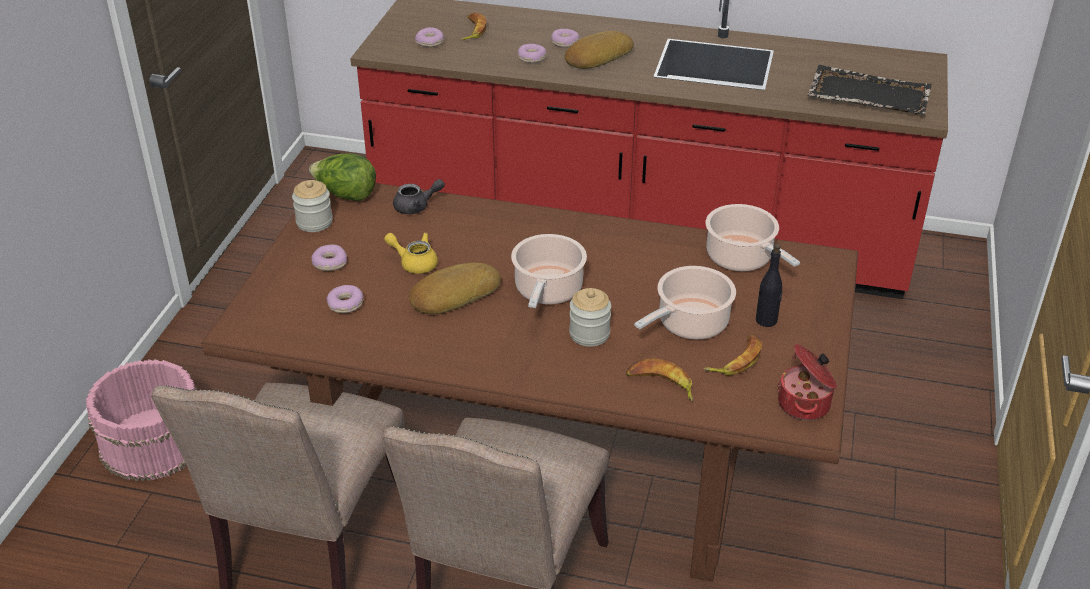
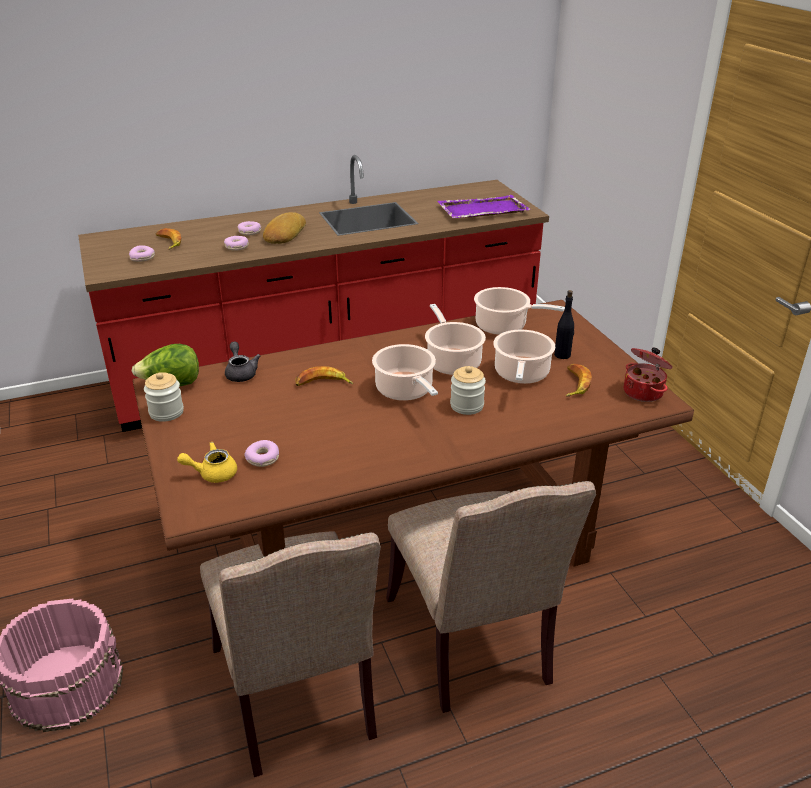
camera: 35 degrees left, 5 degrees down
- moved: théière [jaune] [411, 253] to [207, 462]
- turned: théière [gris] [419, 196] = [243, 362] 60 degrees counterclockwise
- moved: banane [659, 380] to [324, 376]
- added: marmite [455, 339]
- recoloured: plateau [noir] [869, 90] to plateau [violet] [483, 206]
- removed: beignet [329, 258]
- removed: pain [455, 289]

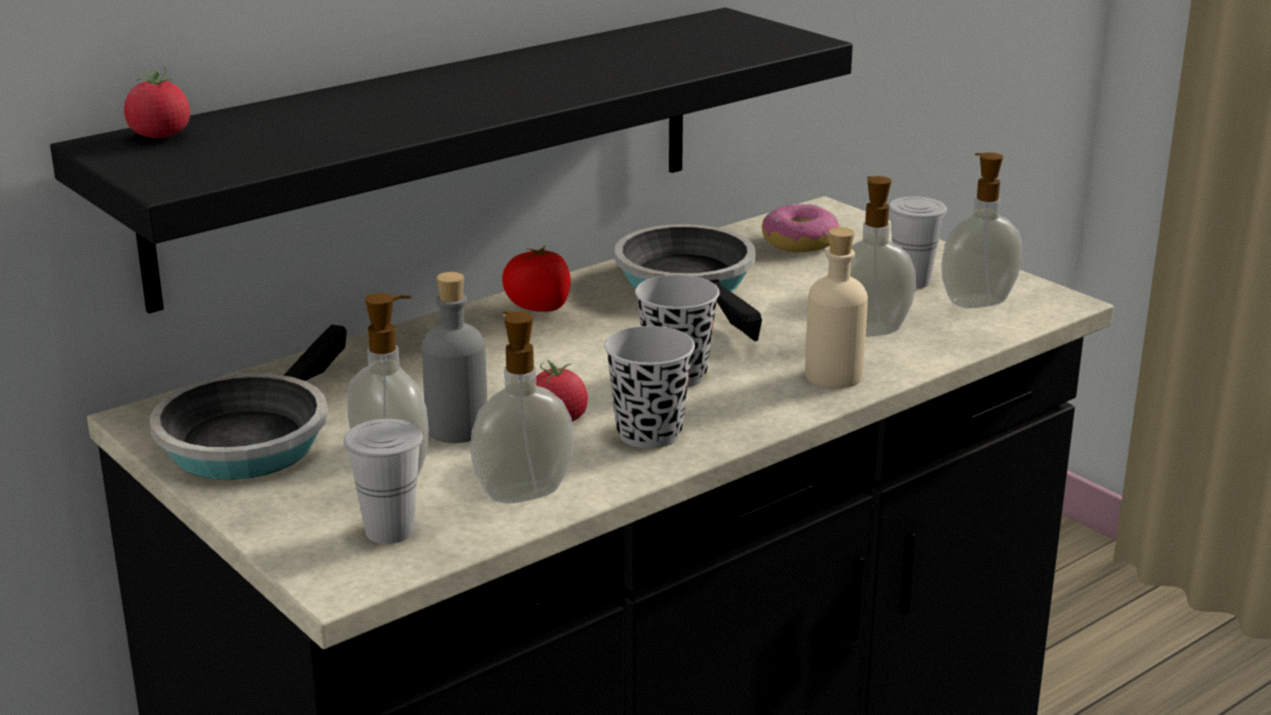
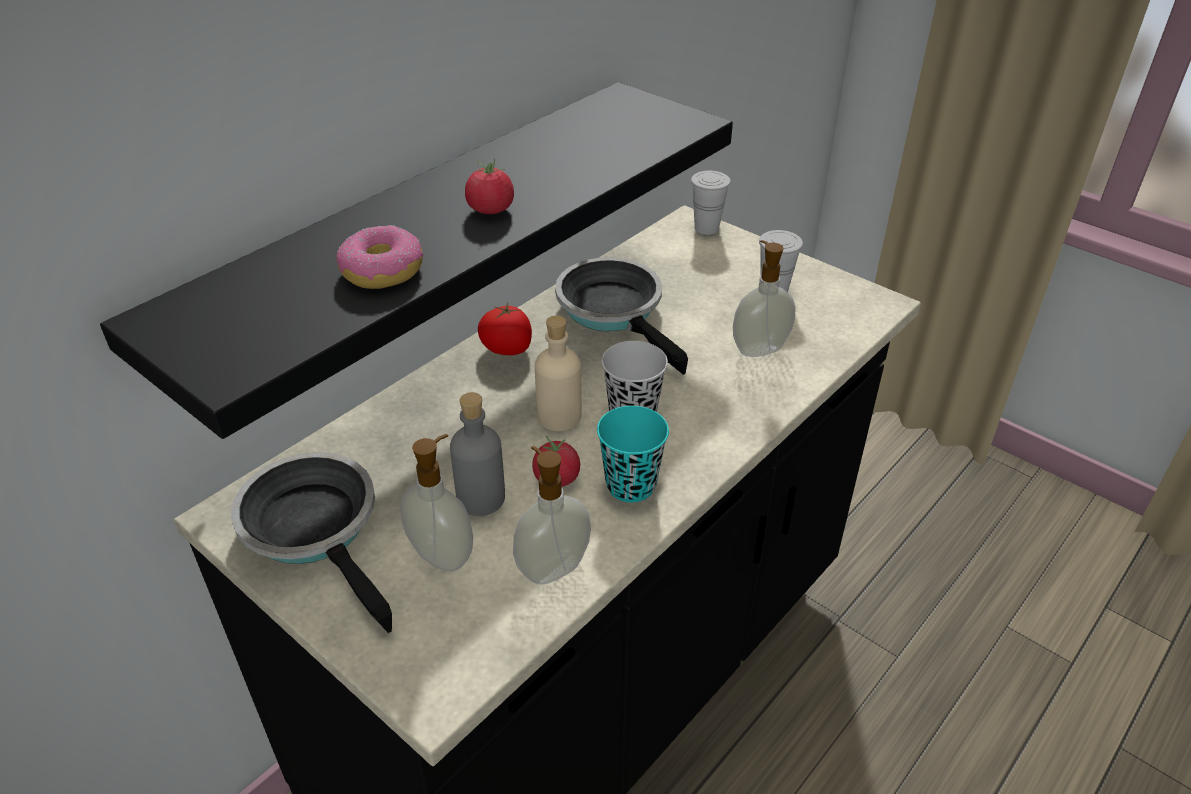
camera: 10 degrees left, 15 degrees up
- turned: poêle [248, 402] = [311, 542] 135 degrees clockwise
- moved: beignet [800, 228] to [379, 257]
- moved: tomate [157, 102] to [489, 186]
- moved: bouteille [beige] [836, 307] to [558, 373]
- recoloured: tasse [noir] [649, 387] to tasse [turquoise] [633, 454]
- moved: tasse [blanc] [383, 481] to [711, 203]
- removed: distributeur de savon [981, 230]

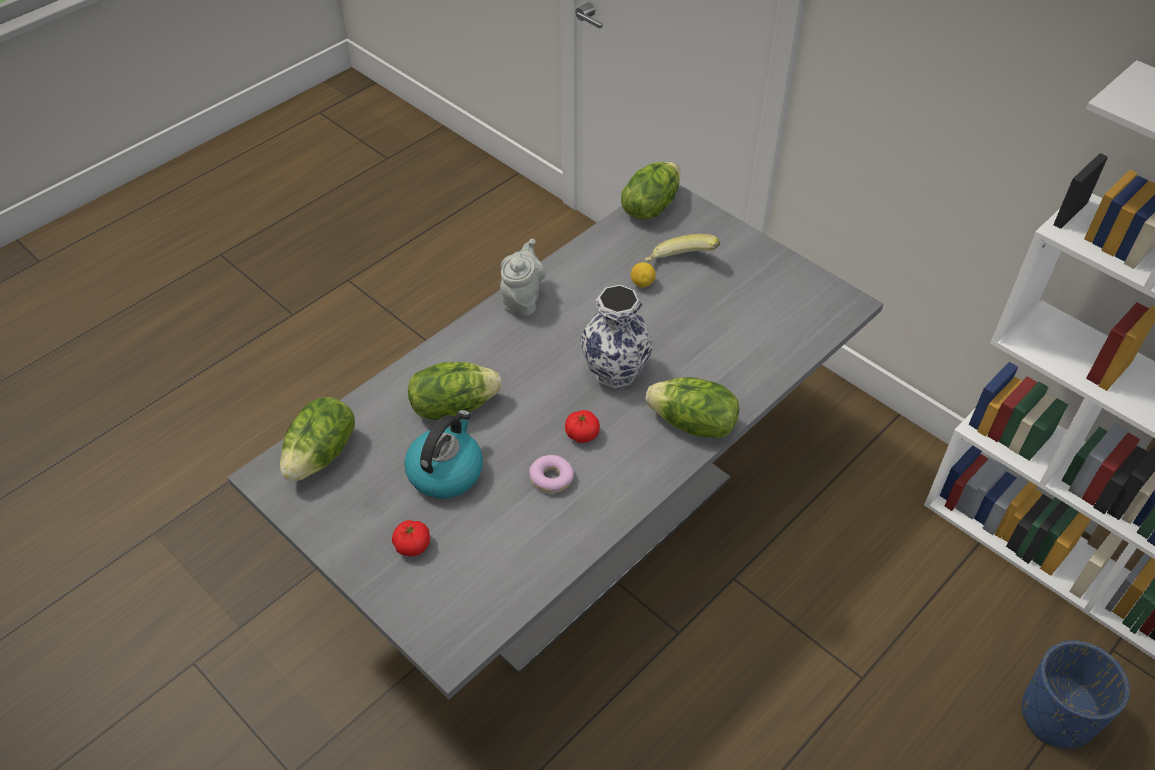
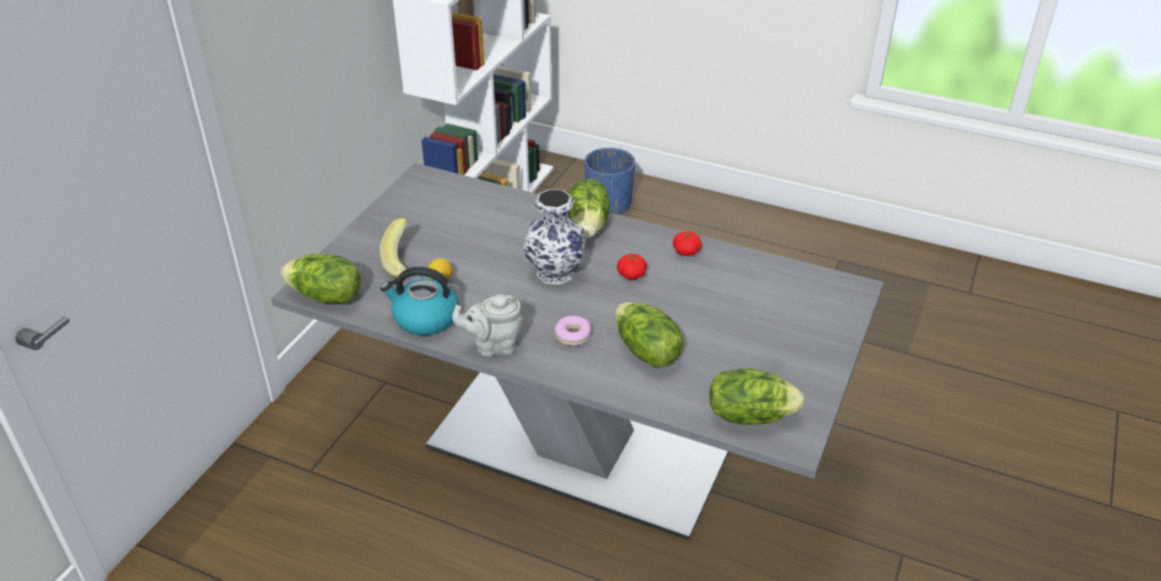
camera: 110 degrees left, 10 degrees down
- moved: bouilloire [443, 454] to [419, 301]
- moved: beignet [551, 474] to [573, 331]
- moved: tomate [411, 538] to [687, 243]

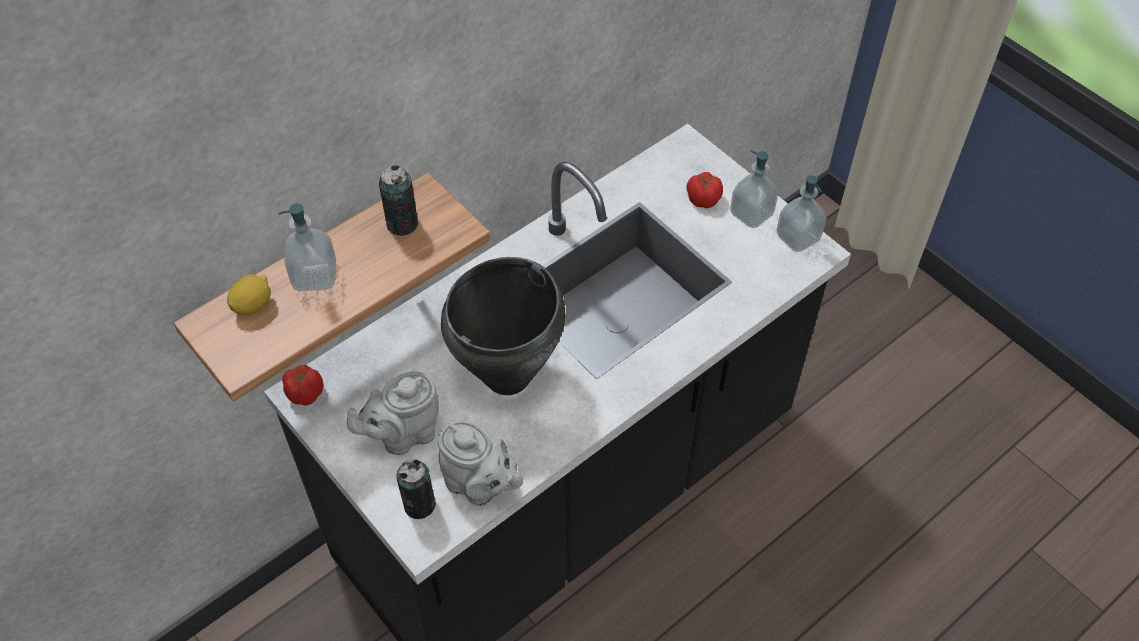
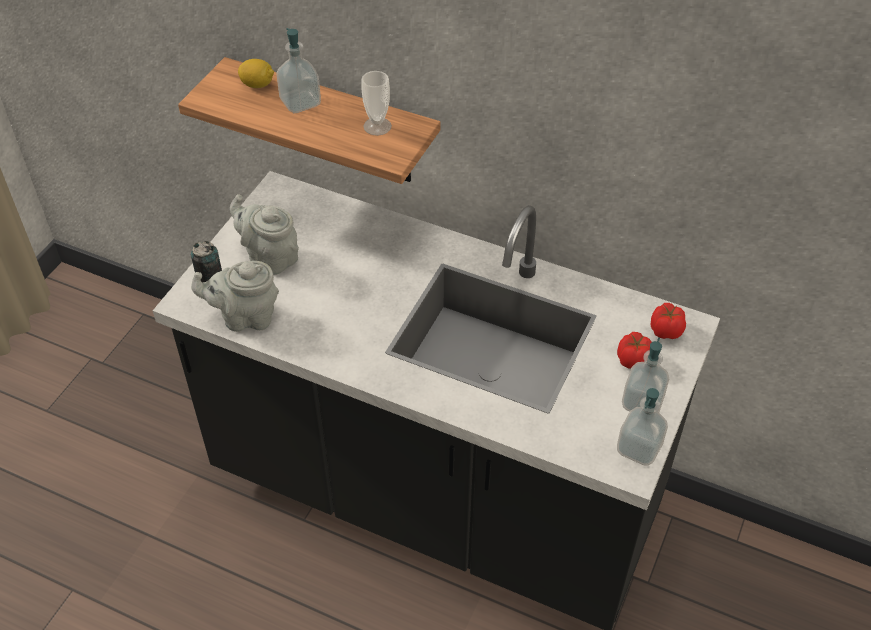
camera: 65 degrees right, 5 degrees down
- turned: théière [gris] [480, 463] = [235, 296] 75 degrees clockwise
- replaced: boîte métallique [398, 200] to tasse [376, 103]
- moved: tomate [303, 385] to [668, 321]
- removed: marmite [noir] [503, 326]

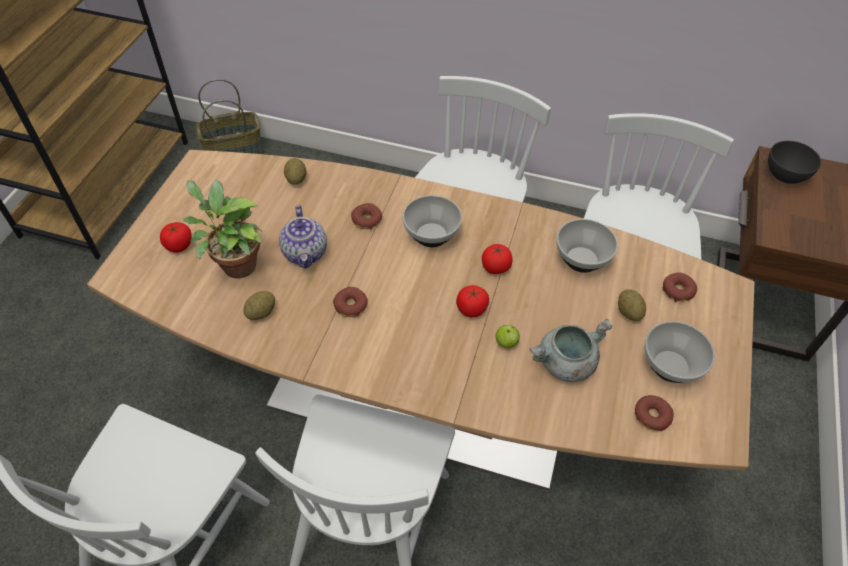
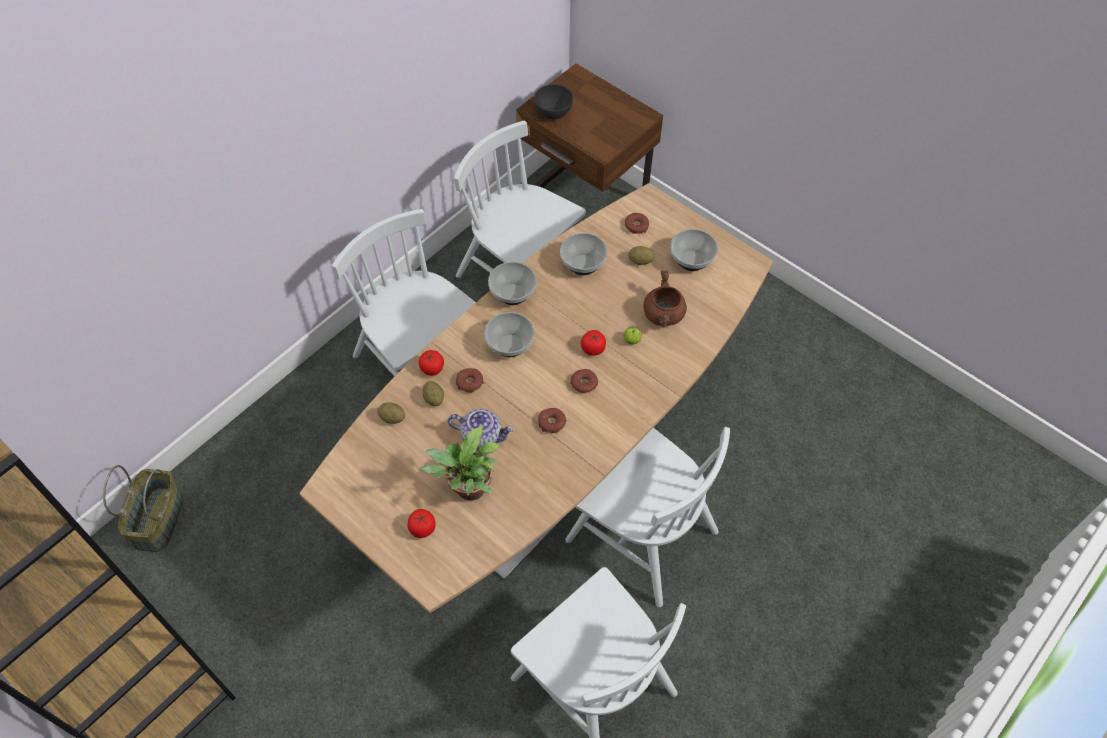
camera: 65 degrees left, 5 degrees up
- moved: tomate [497, 259] to [431, 363]
- moved: pomme de terre [259, 305] to [433, 393]
- added: bol [512, 283]
- moved: beignet [654, 413] to [584, 381]
- recoloured: marmite [gris] [571, 350] to marmite [marron] [665, 298]

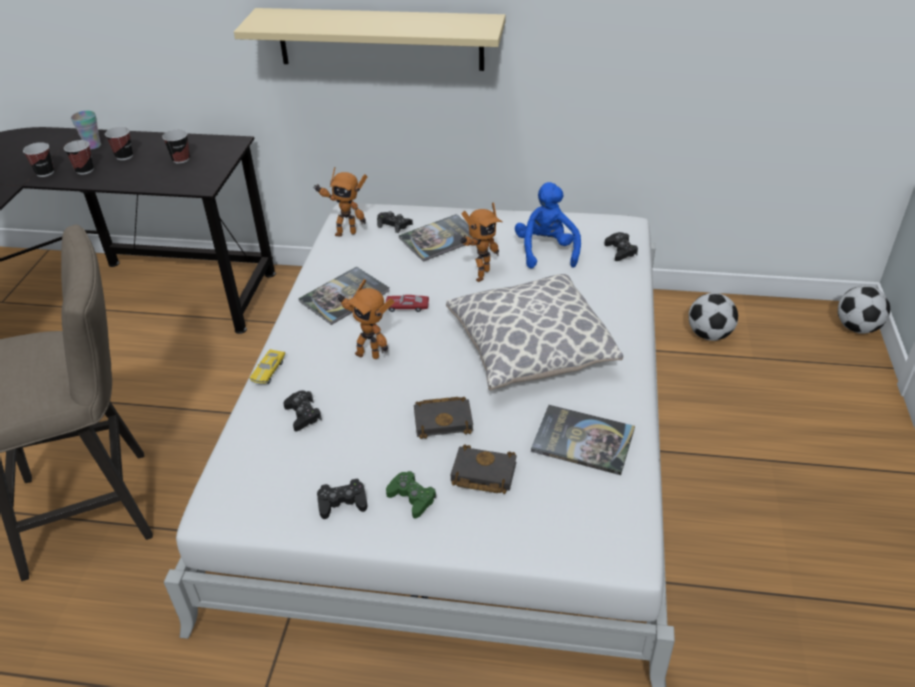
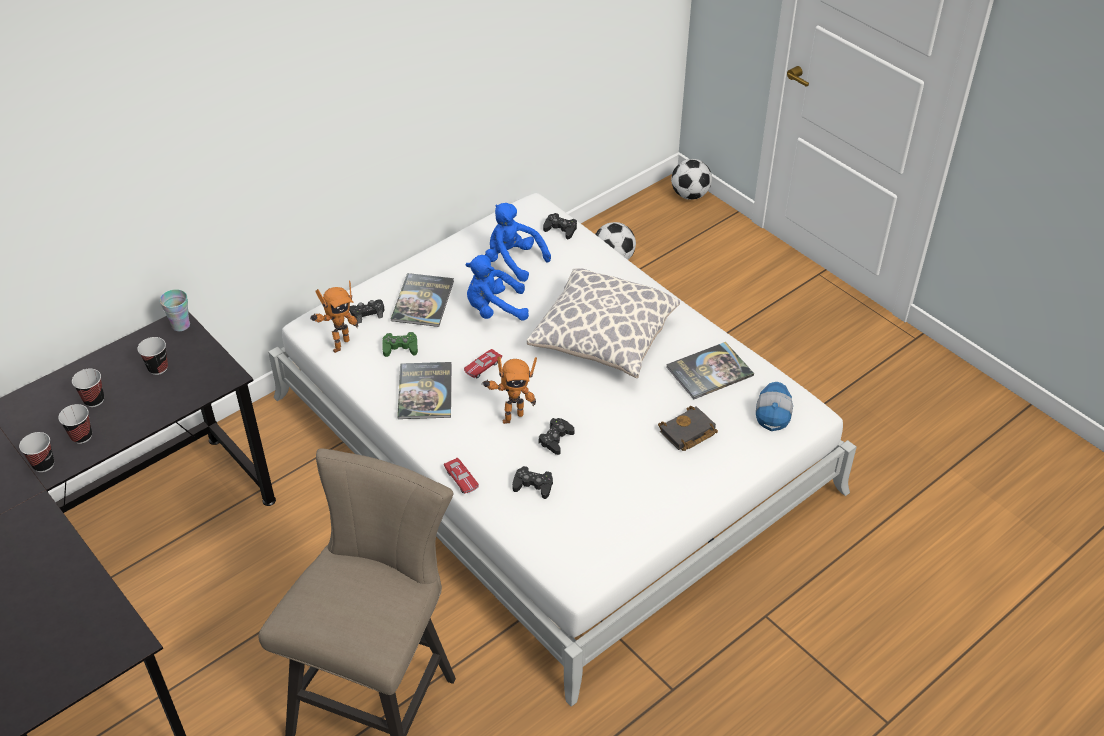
camera: 50 degrees left, 5 degrees up
- moved: tasse [86, 130] to [175, 310]
- moved: manette [vert] [411, 494] to [400, 344]
- recoloured: petite voiture [jaune] [267, 366] to petite voiture [rouge] [461, 476]
- replaced: robot jouet [481, 242] to peluche [bleu] [497, 288]
- moved: manette [noir] [342, 499] to [556, 436]
- added: casquette [774, 406]
- removed: étagère [beige] [370, 39]
- removed: livre [noir] [443, 418]

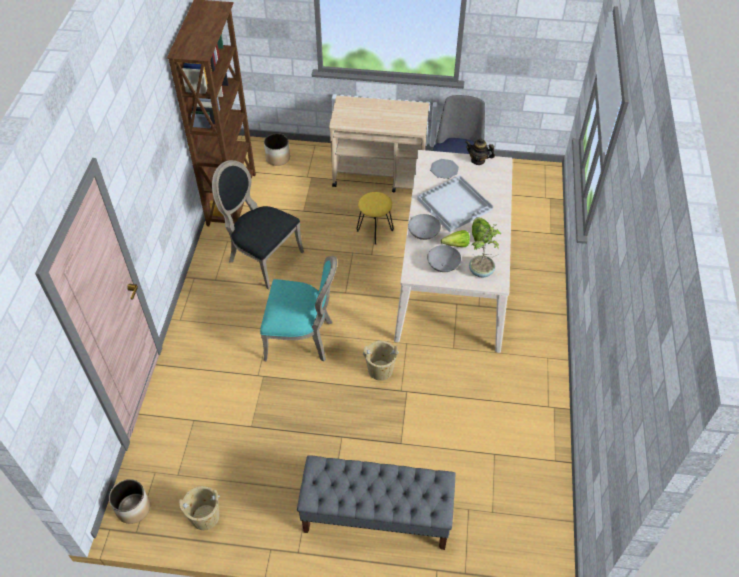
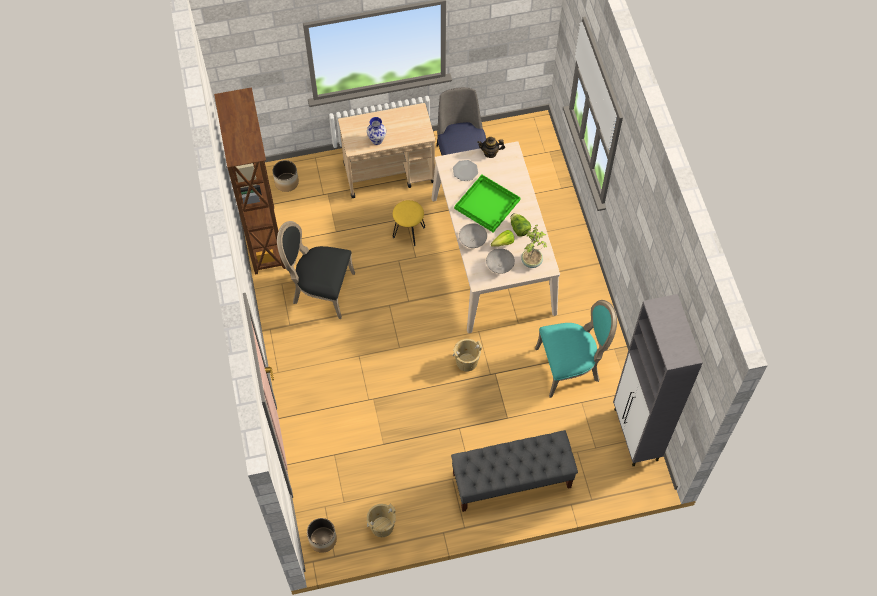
camera: 20 degrees left, 10 degrees up
- added: vase [376, 131]
- recoloured: plateau [blanc] [455, 203] to plateau [vert] [487, 203]
- moved: chaise [turquoise] [298, 309] to [576, 349]
- added: meuble de rangement [gris] [658, 380]

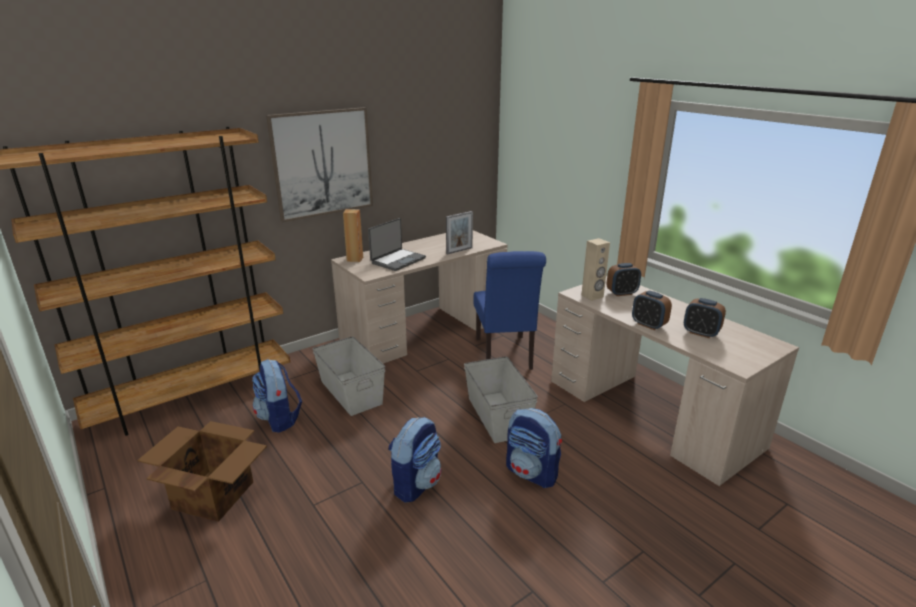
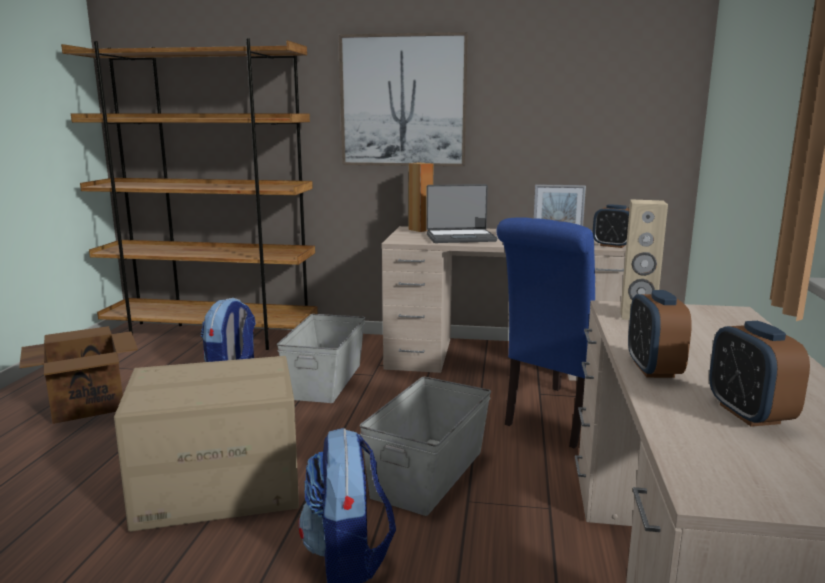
camera: 45 degrees right, 10 degrees down
- replaced: sac à dos [414, 460] to carton [206, 444]
- moved: réveil [623, 279] to [611, 226]

